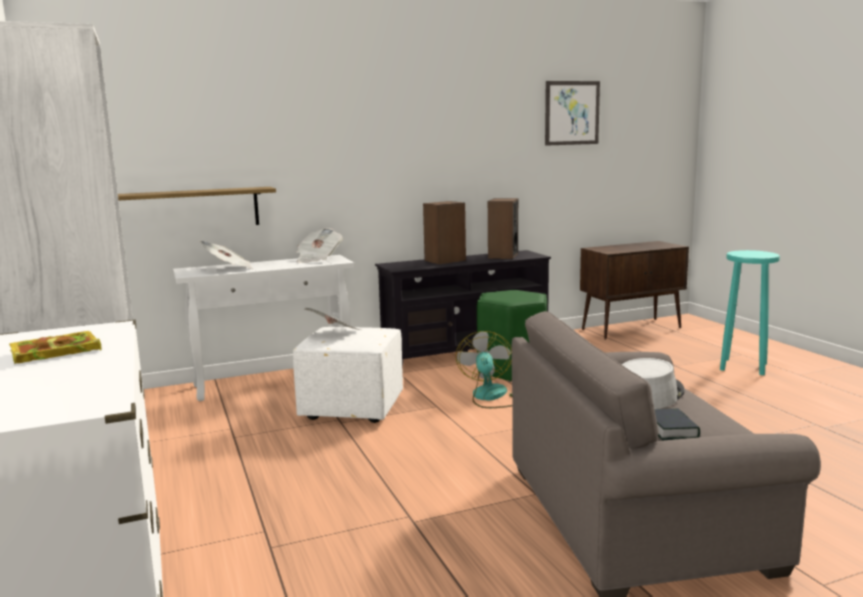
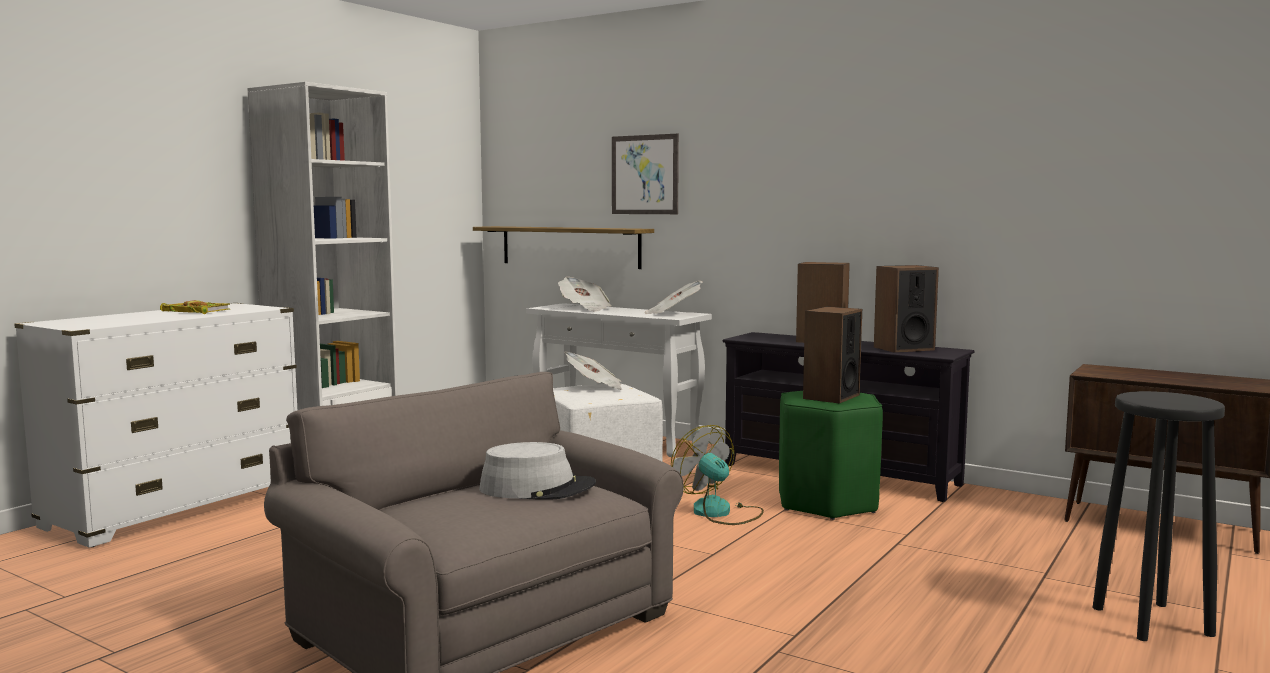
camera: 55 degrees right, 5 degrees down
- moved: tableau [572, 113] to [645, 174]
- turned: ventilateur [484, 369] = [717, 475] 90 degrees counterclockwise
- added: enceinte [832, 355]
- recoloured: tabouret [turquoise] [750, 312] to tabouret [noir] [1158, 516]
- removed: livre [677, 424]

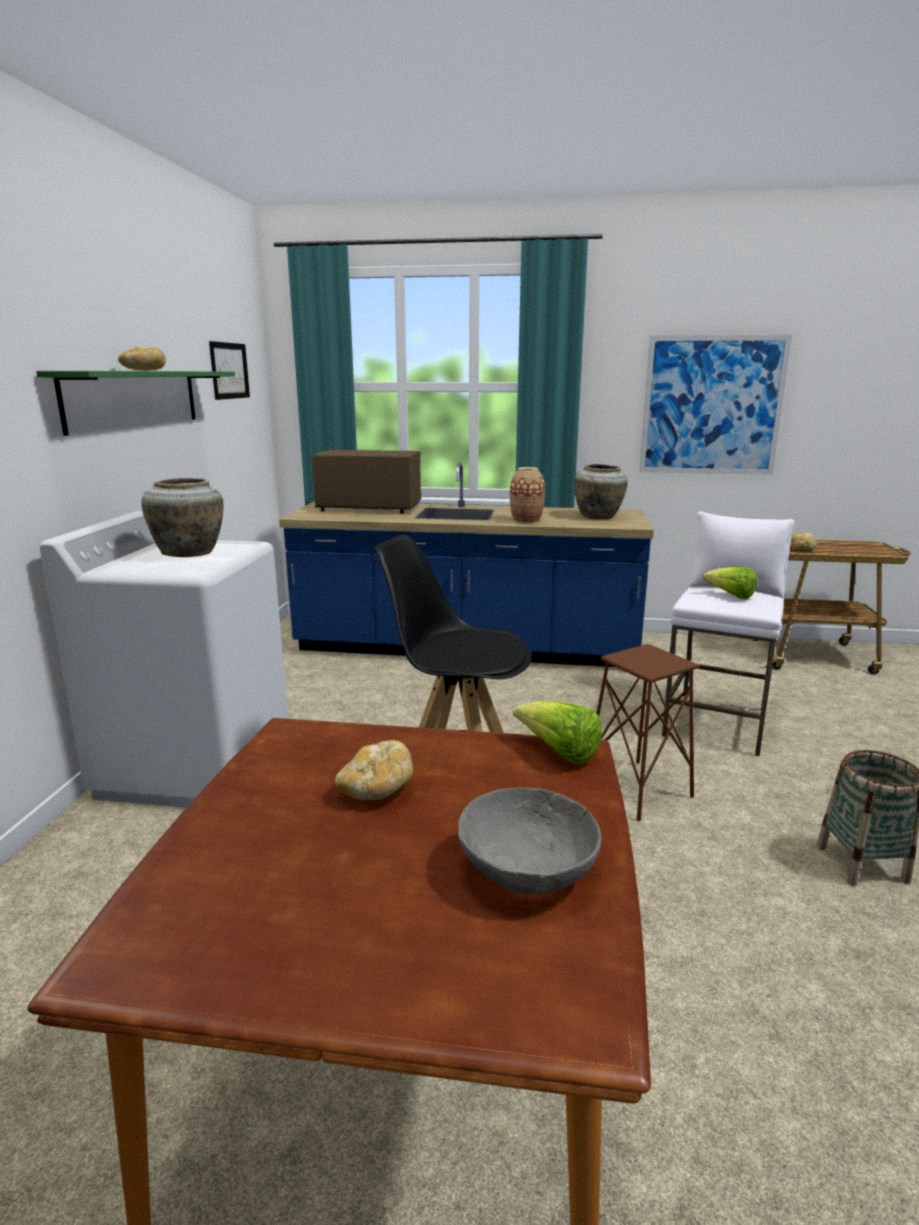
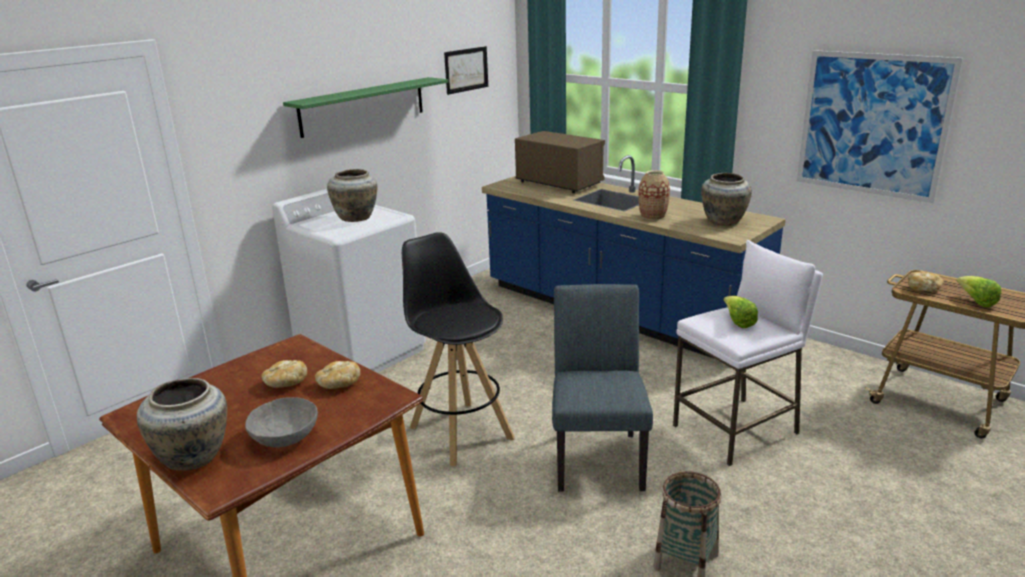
camera: 35 degrees right, 5 degrees up
- added: vase [beige] [182, 424]
- moved: pain [142, 358] to [337, 375]
- replaced: tabouret [marron] [647, 732] to chaise [gris] [602, 387]
- moved: laitue [557, 733] to [979, 291]

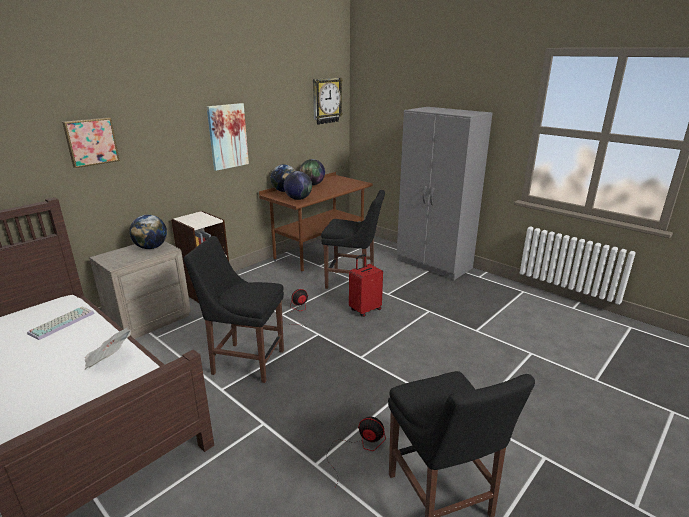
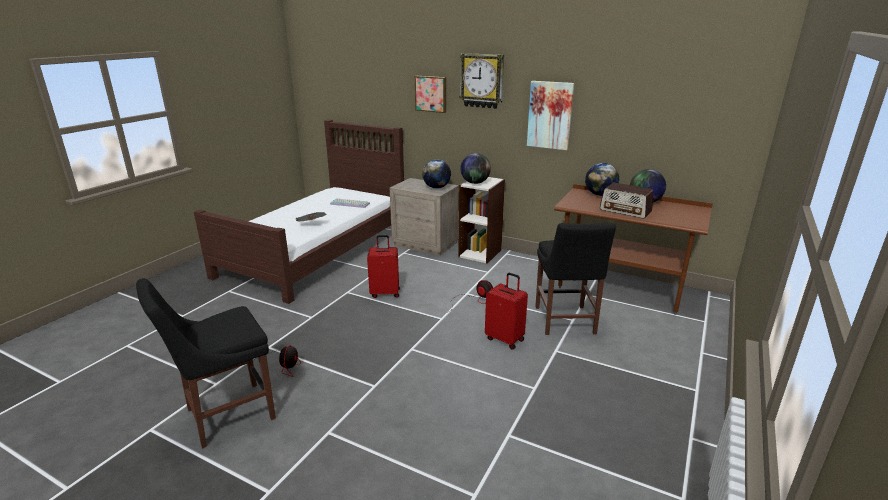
camera: 75 degrees right, 0 degrees up
- replaced: chaise [noir] [234, 309] to valise [rouge] [383, 266]
- moved: horloge murale [328, 101] to [482, 81]
- moved: globe [298, 185] to [475, 168]
- added: radio [626, 201]
- removed: armoire [gris] [444, 193]

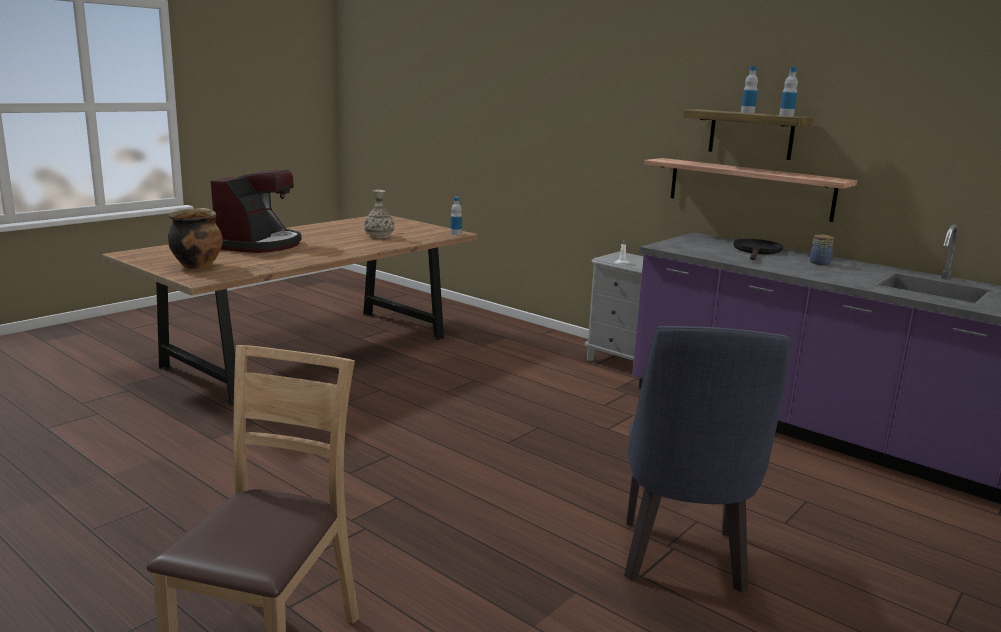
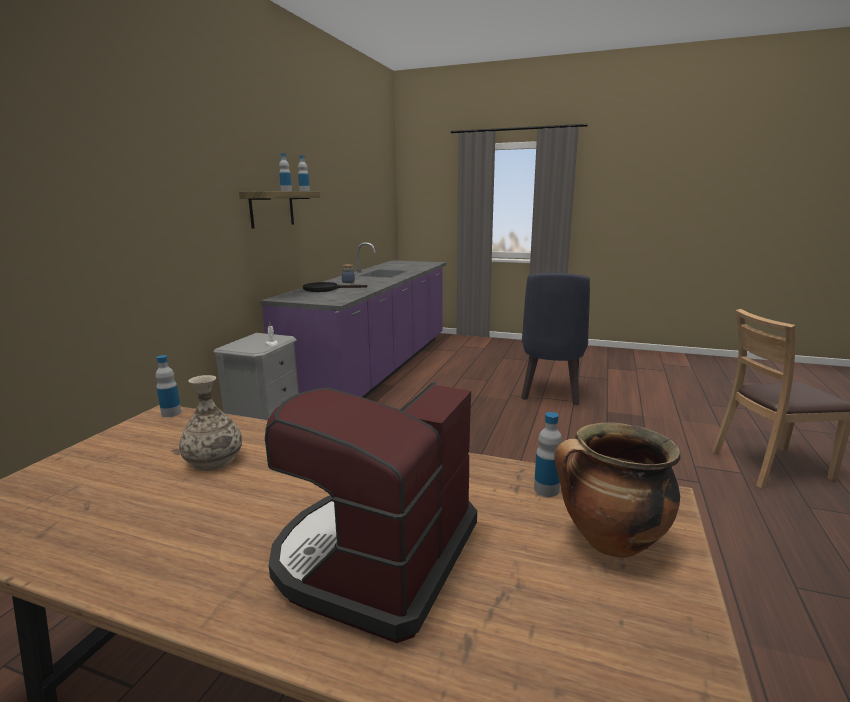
camera: 110 degrees left, 0 degrees up
- turned: machine à café [256, 211] = [371, 512] 60 degrees counterclockwise
- turned: chaise [bleu] [707, 459] = [555, 339] 120 degrees clockwise
- added: bouteille [548, 454]
- removed: étagère [750, 190]

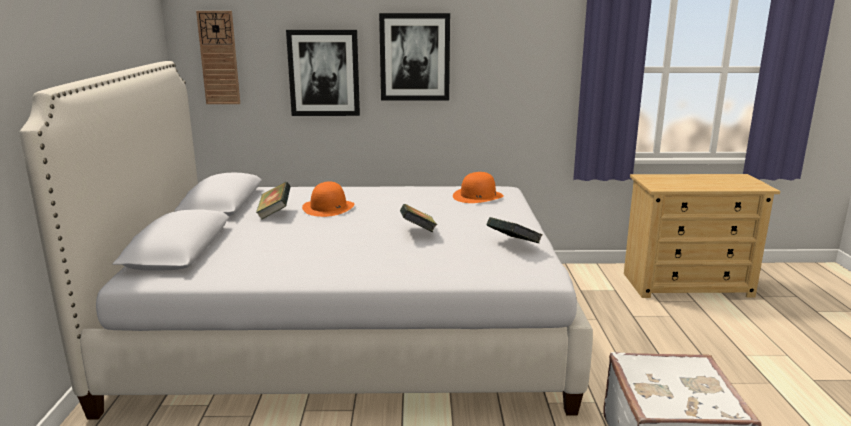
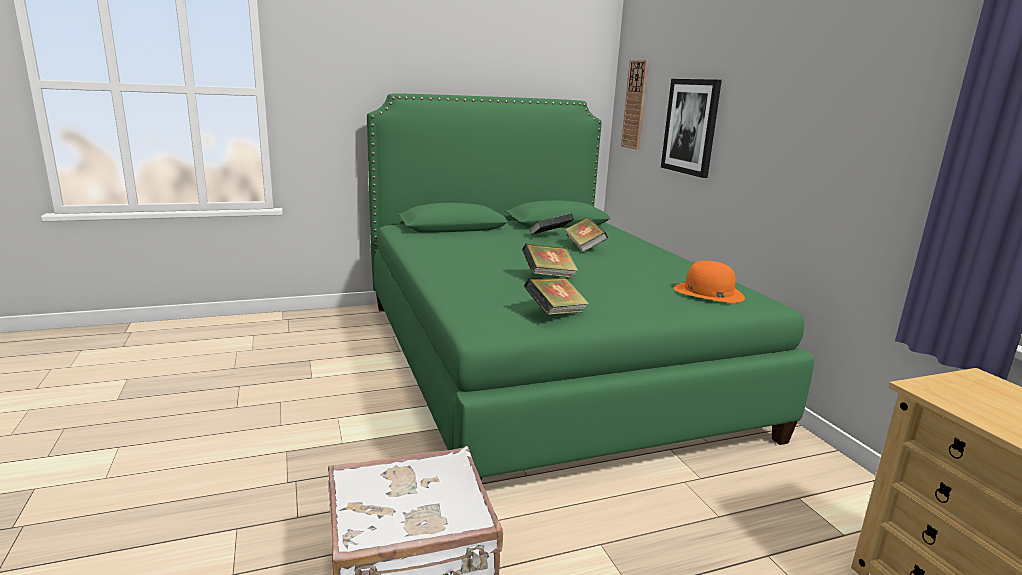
camera: 70 degrees right, 0 degrees up
- recoloured: lit [blanc] [306, 240] to lit [vert] [590, 287]
- replaced: chapeau [orange] [328, 199] to livre [586, 234]
- removed: tableau [414, 57]

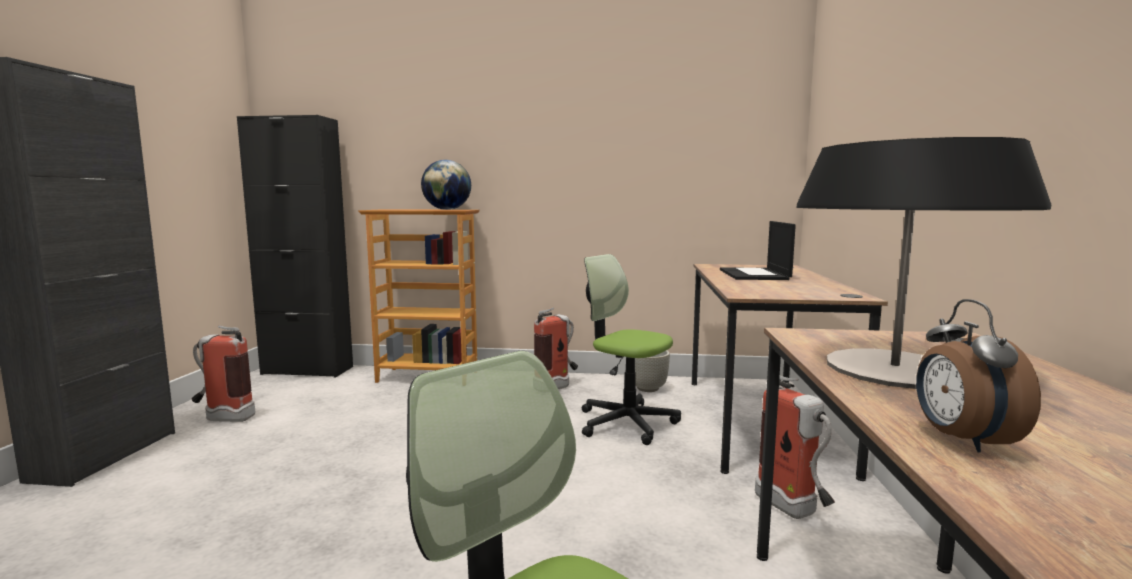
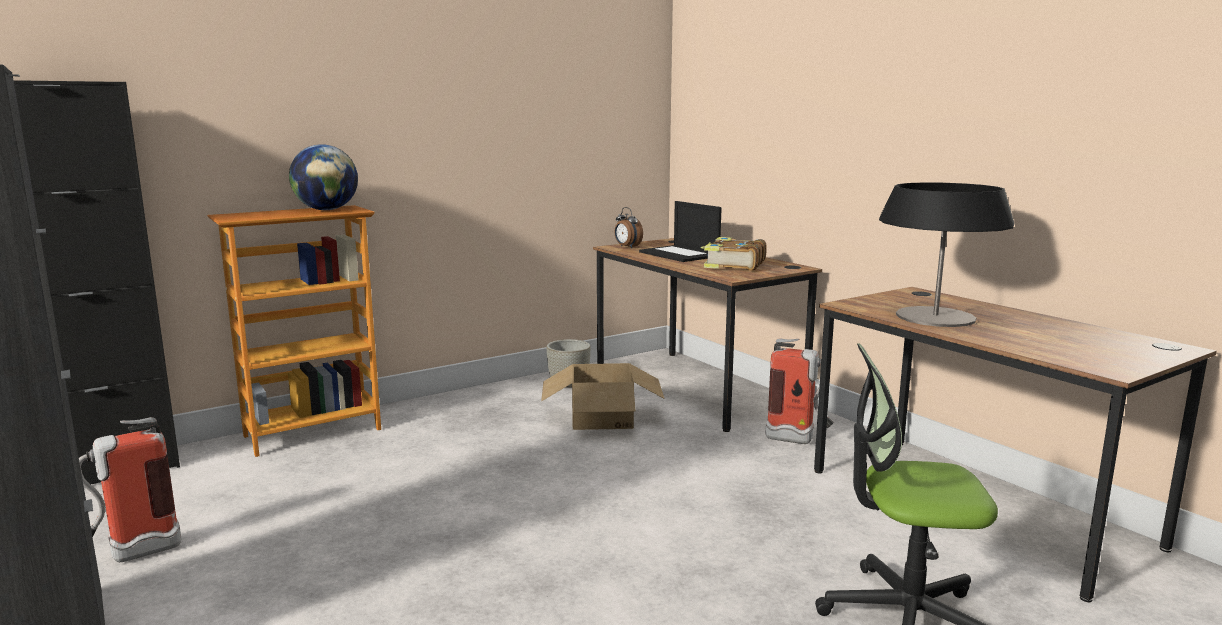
camera: 40 degrees left, 5 degrees up
- replaced: chaise de bureau [631, 349] to carton [602, 396]
- moved: réveil [978, 376] to [629, 227]
- added: livre [734, 254]
- removed: extincteur [556, 348]

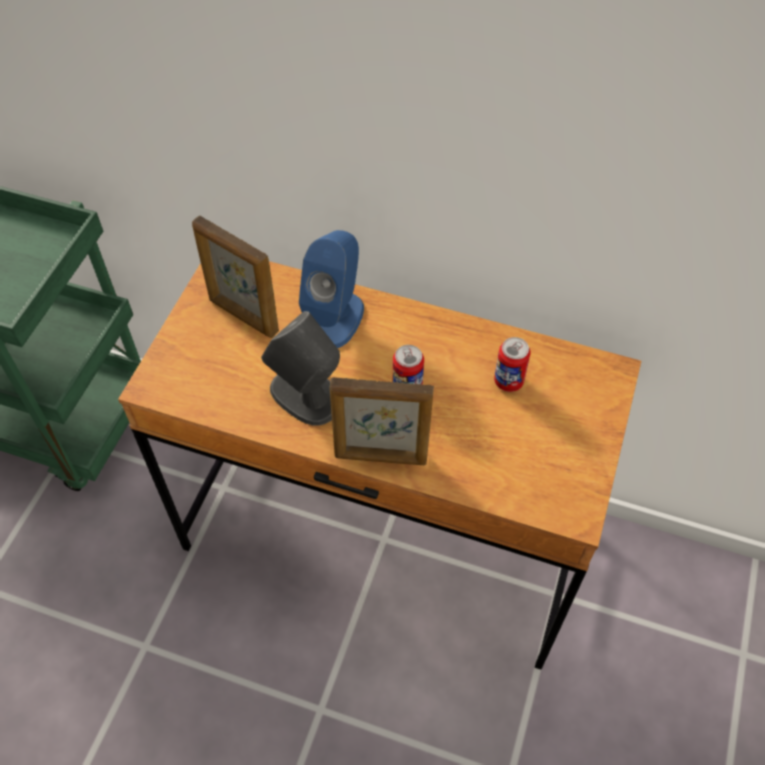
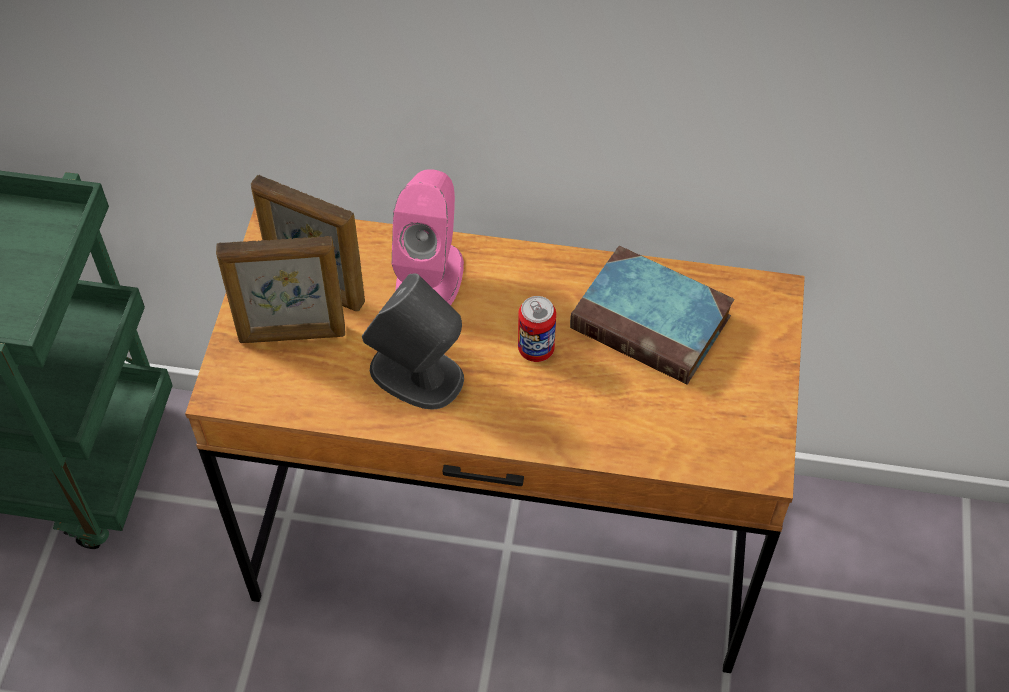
camera: 10 degrees left, 0 degrees up
- moved: cadre photo [382, 421] to [280, 289]
- recoloured: enceinte [bleu] [331, 289] to enceinte [rose] [428, 237]
- replaced: boîte métallique [512, 364] to livre [652, 315]

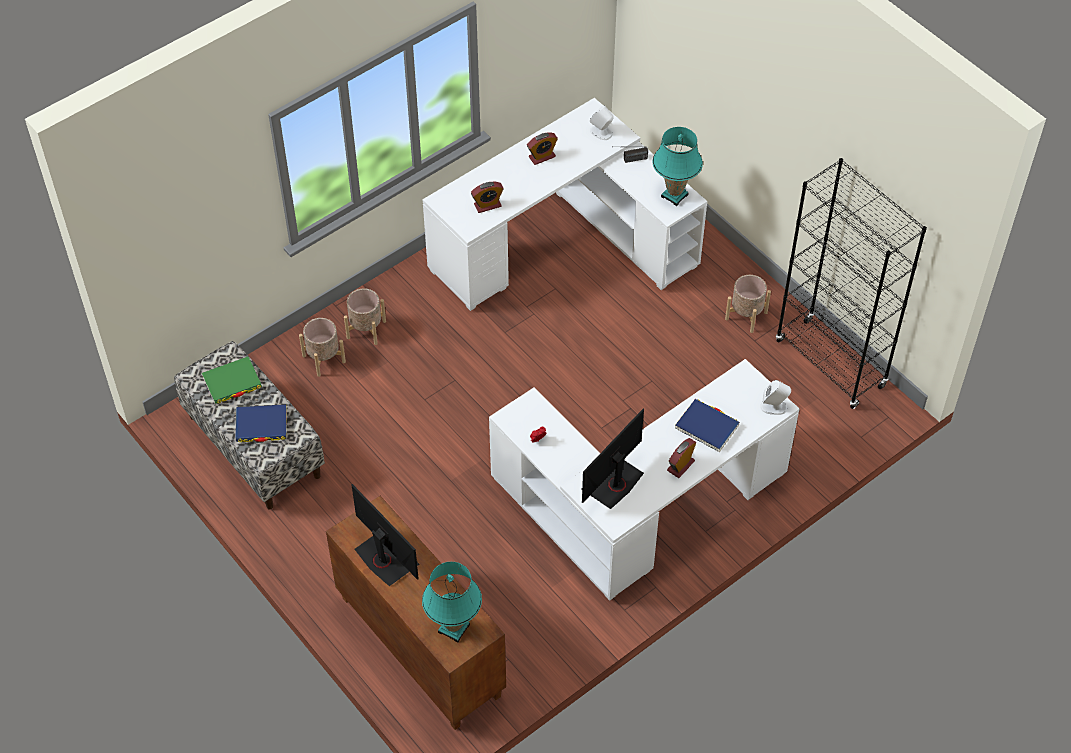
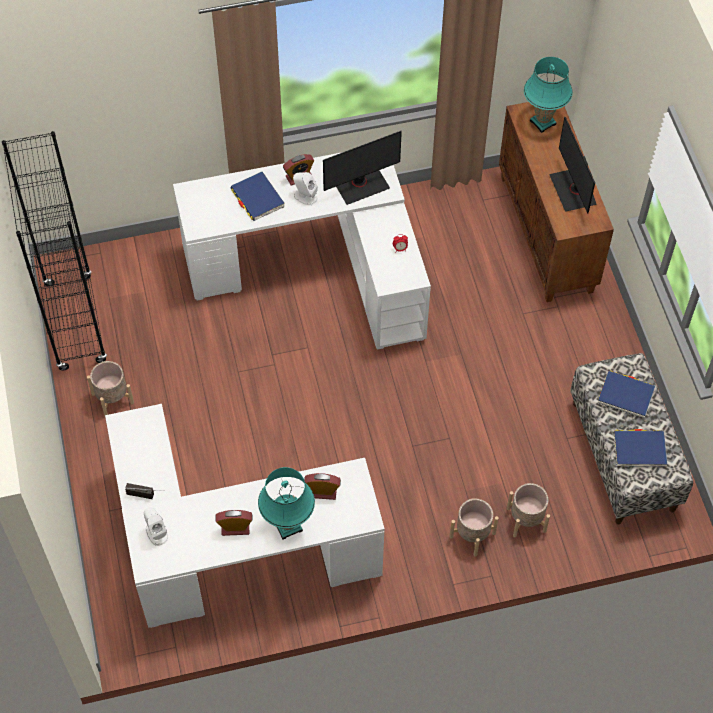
camera: 155 degrees left, 5 degrees up
- moved: lampe de table [turquoise] [678, 166] to [286, 503]
- moved: enceinte [blanc] [775, 397] to [305, 188]
- recoloured: livre [vert] [232, 380] to livre [bleu] [641, 448]

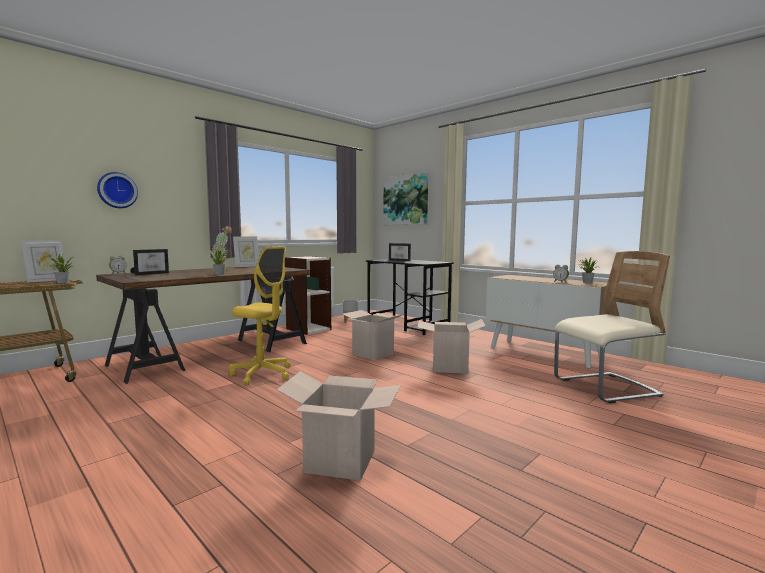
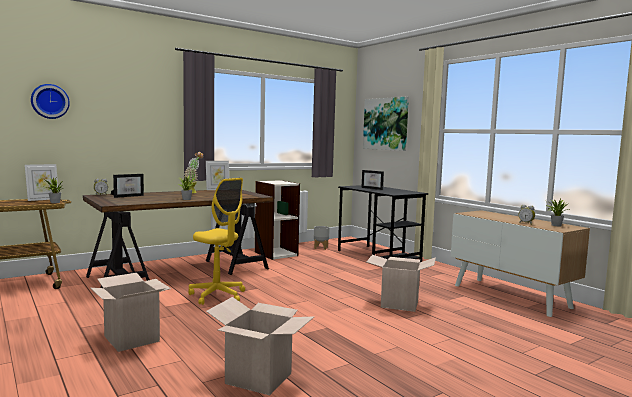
camera: 10 degrees right, 0 degrees up
- moved: horloge murale [117, 190] to [50, 101]
- moved: carton [374, 335] to [131, 312]
- removed: chaise [beige] [612, 327]

